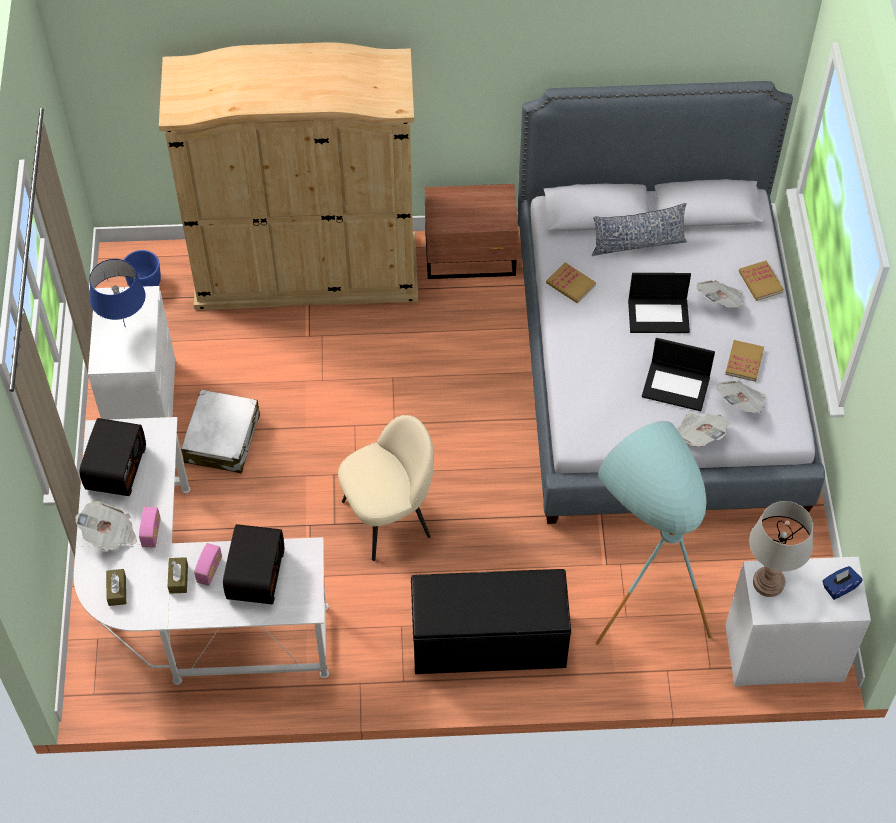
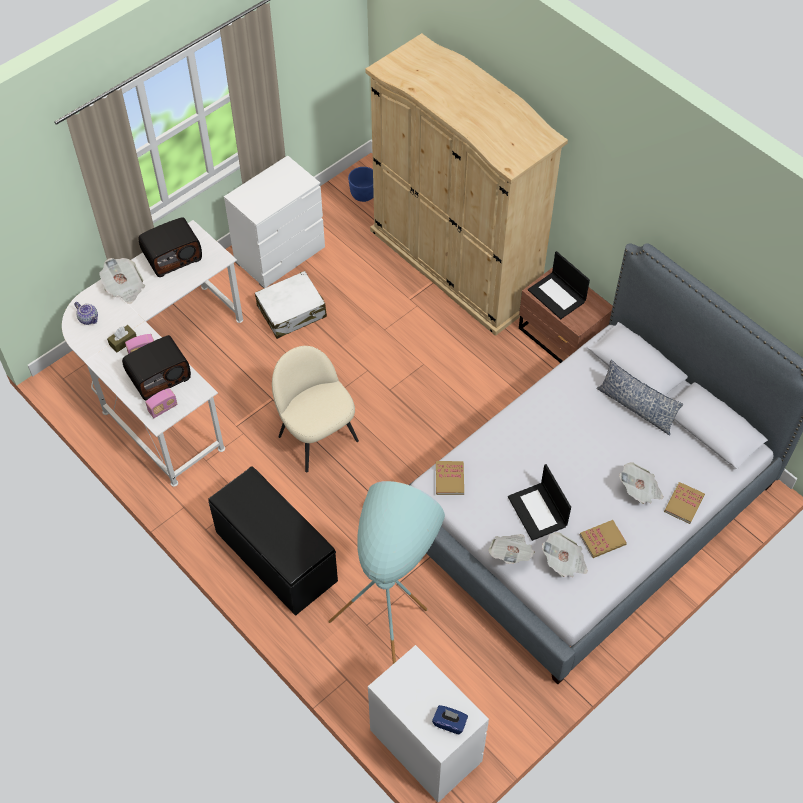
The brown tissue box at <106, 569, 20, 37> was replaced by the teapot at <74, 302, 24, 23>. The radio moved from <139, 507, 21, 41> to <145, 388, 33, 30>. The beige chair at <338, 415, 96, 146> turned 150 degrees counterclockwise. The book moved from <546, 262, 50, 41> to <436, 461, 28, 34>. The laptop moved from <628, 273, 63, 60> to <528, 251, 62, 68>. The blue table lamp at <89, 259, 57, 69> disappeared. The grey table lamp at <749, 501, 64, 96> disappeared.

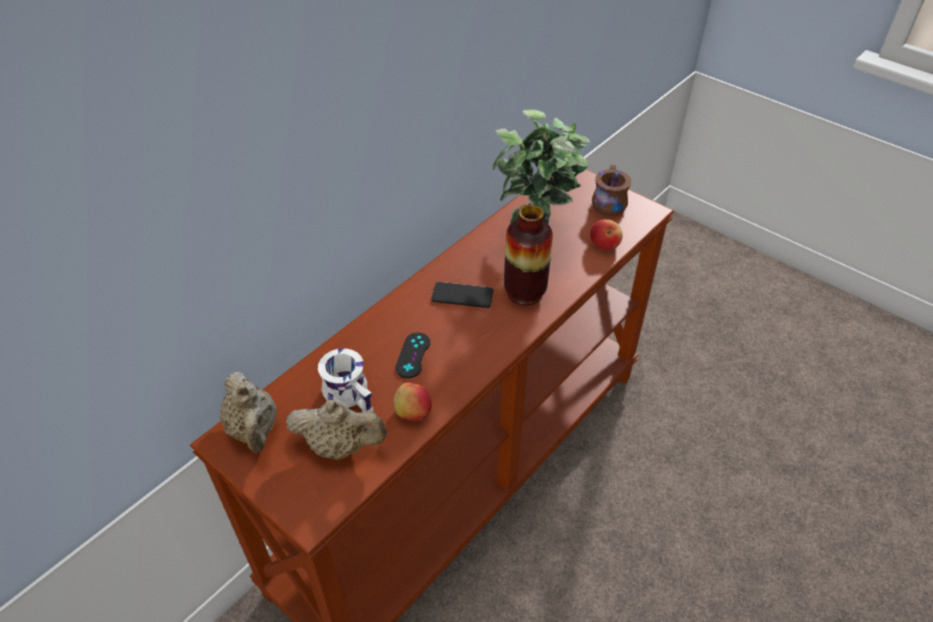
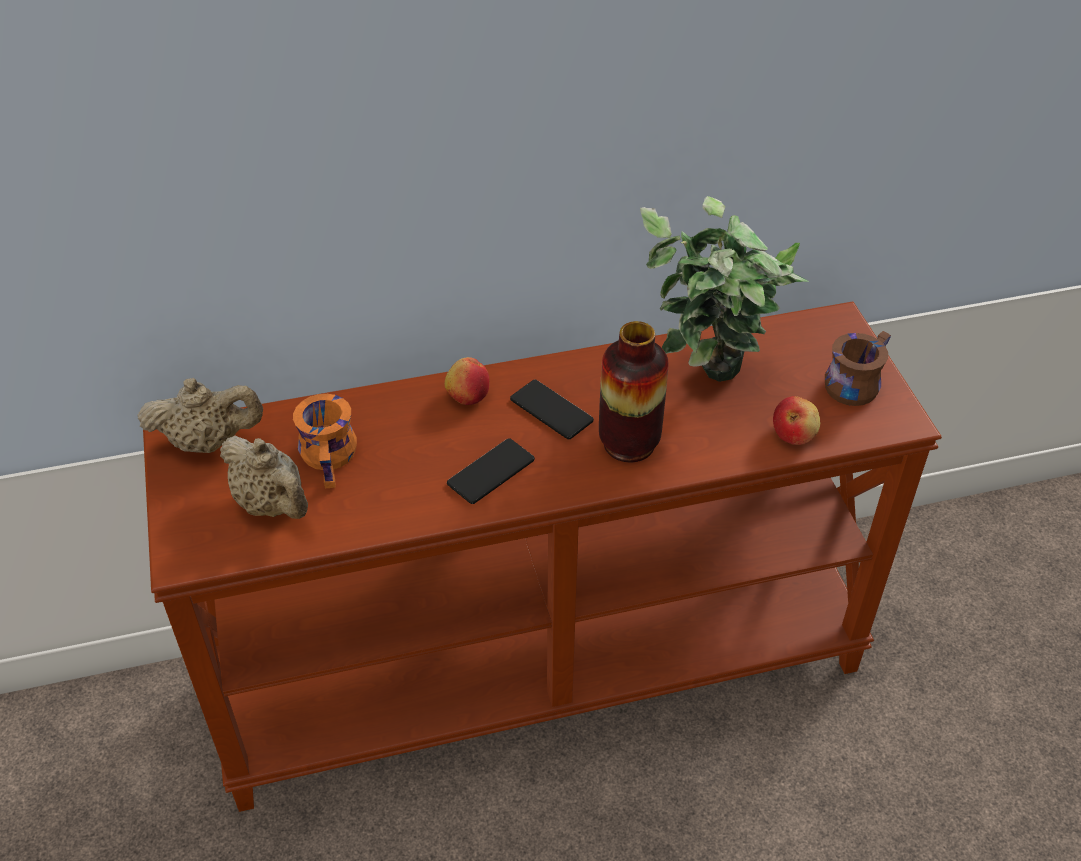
The beige teapot at <219, 371, 58, 82> turned 105 degrees counterclockwise. The white mug at <318, 348, 56, 65> became the orange mug at <293, 394, 64, 94>. The apple moved from <393, 382, 39, 39> to <445, 357, 45, 48>. The phone at <447, 438, 88, 66> appeared. The black game controller at <395, 332, 35, 46> disappeared.

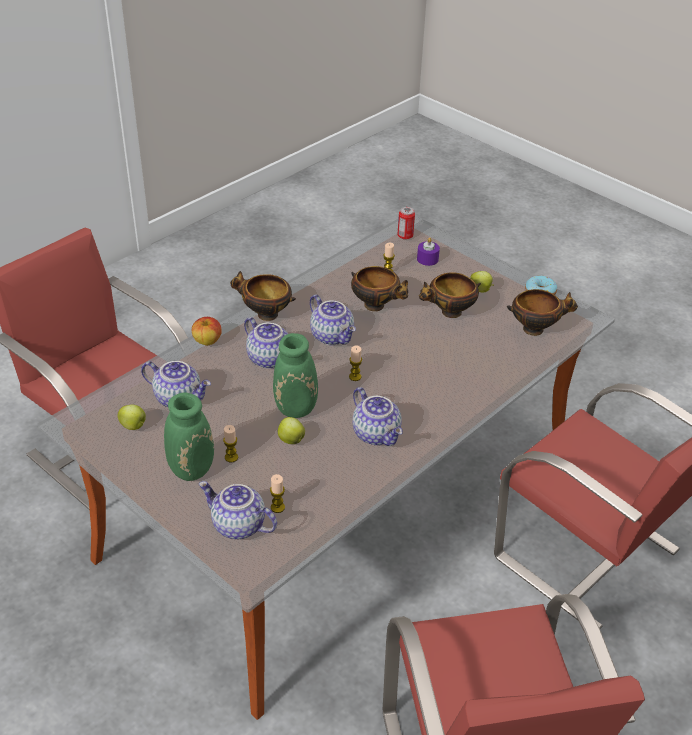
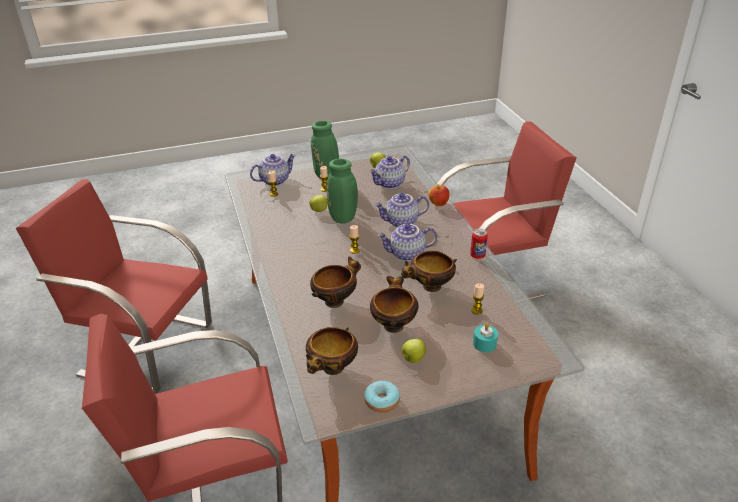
The bowl moved from <230, 271, 66, 50> to <310, 256, 51, 52>. The can moved from <397, 207, 18, 32> to <470, 229, 18, 30>. The purple candle at <417, 237, 23, 29> became the turquoise candle at <473, 323, 25, 29>. The teapot at <353, 387, 50, 59> disappeared.

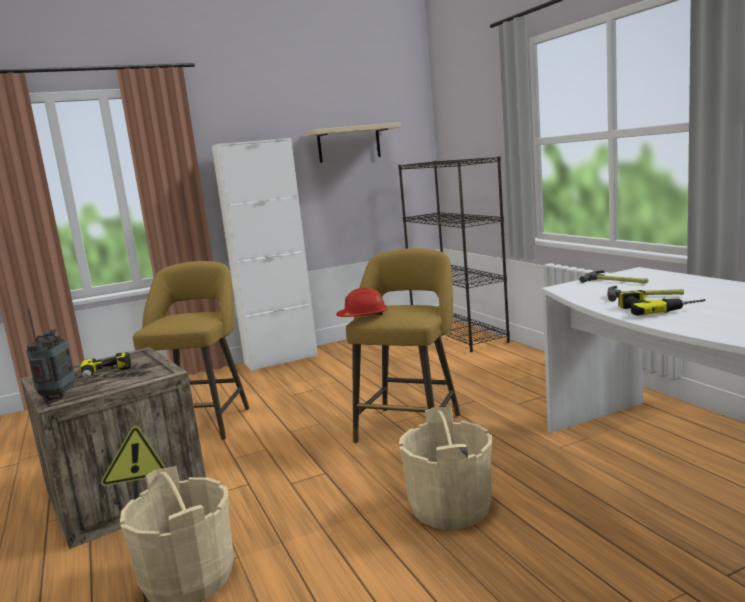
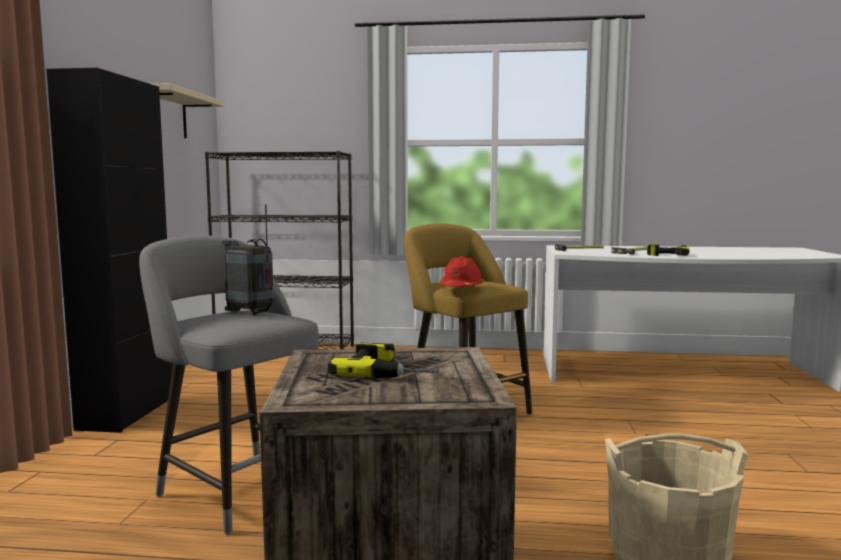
The white cabinet at <212, 138, 106, 233> became the black cabinet at <46, 68, 127, 365>. The yellow stool at <133, 261, 116, 180> became the grey stool at <139, 235, 180, 300>. The radio moved from <26, 308, 49, 92> to <222, 204, 52, 111>. The beige bucket at <399, 407, 93, 122> disappeared.

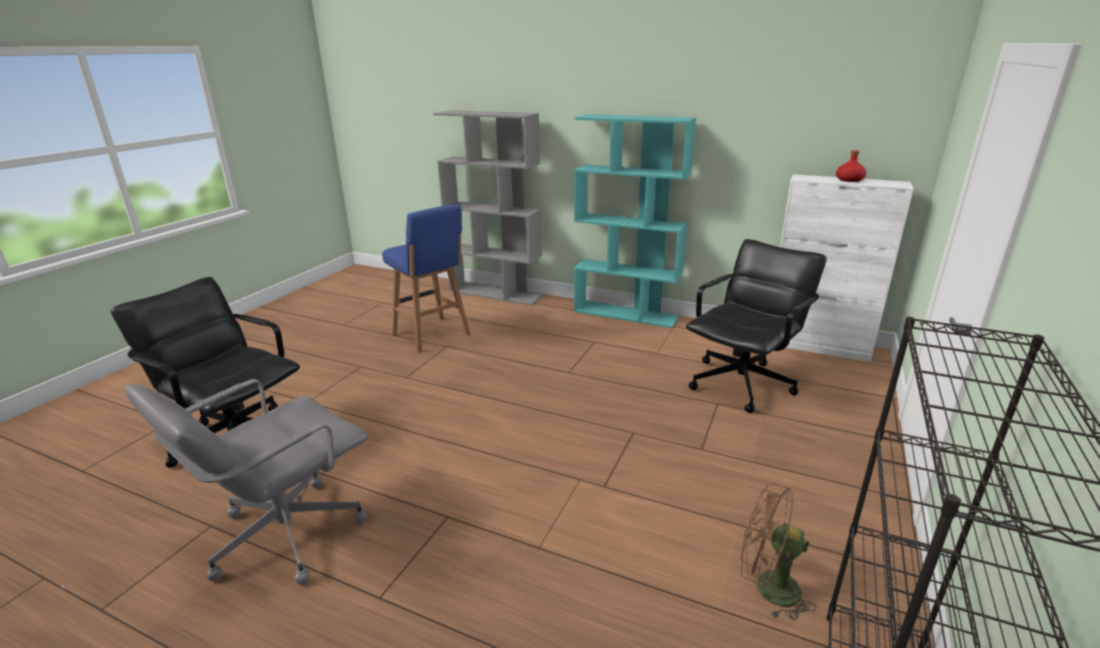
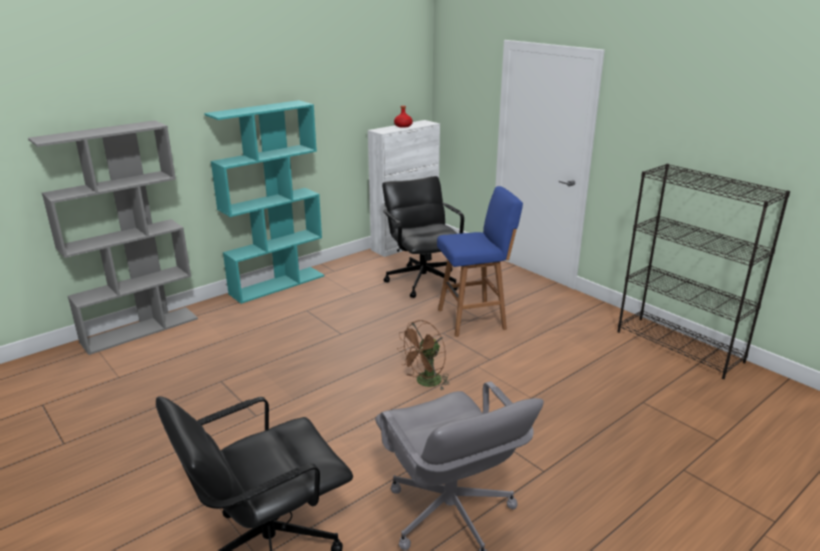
The brown fan moved from <741, 483, 75, 138> to <397, 320, 53, 70>. The blue stool moved from <382, 204, 88, 149> to <437, 186, 86, 151>.

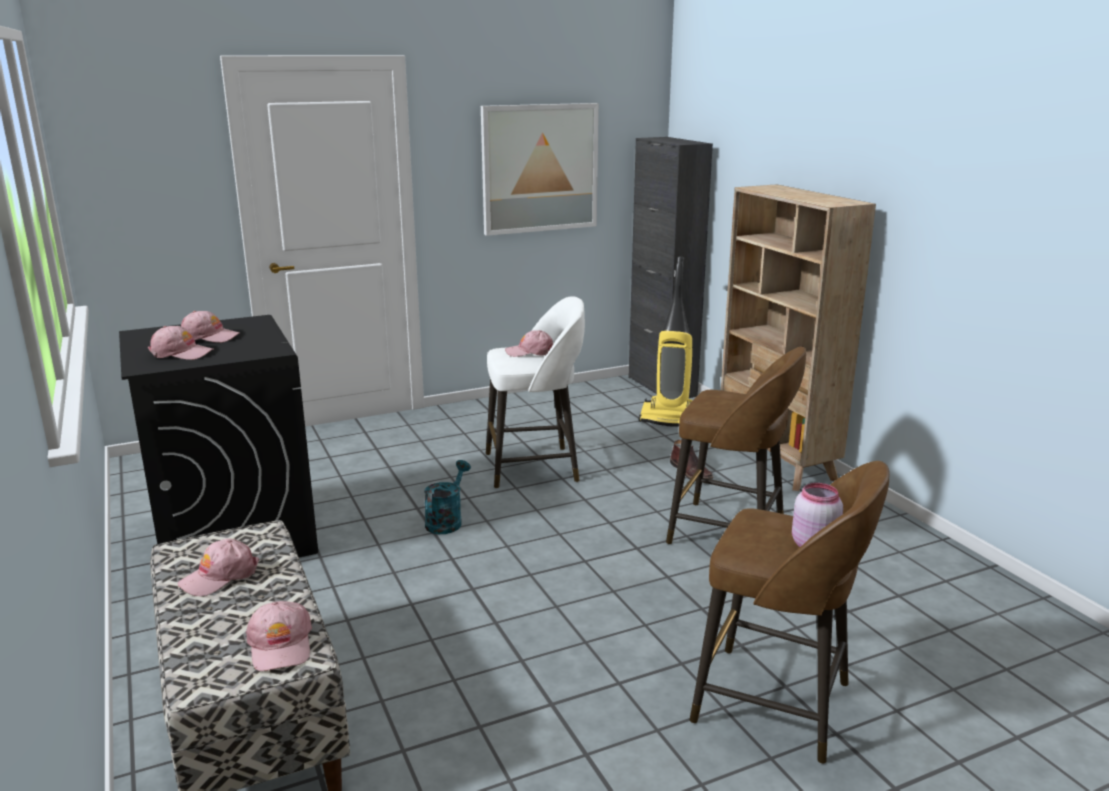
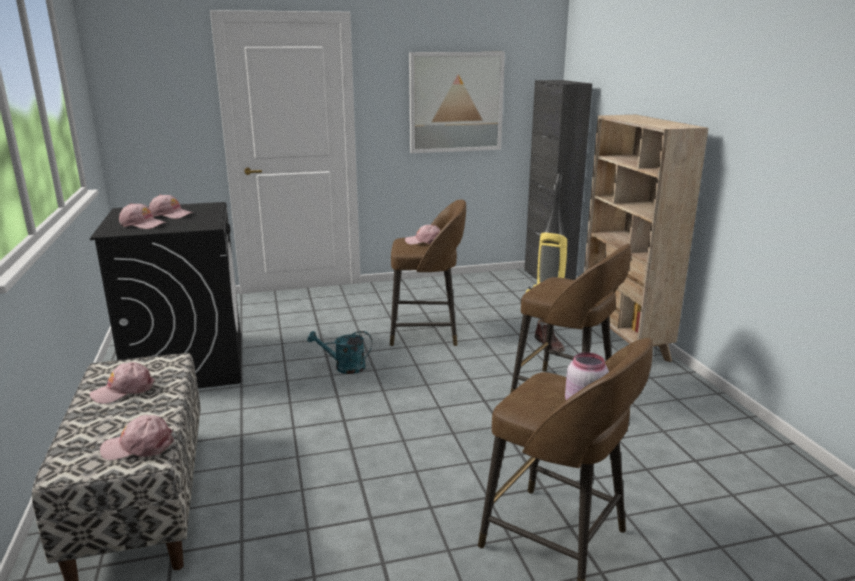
The pink cap at <246, 601, 66, 70> turned 90 degrees clockwise. The turquoise watering can at <424, 460, 47, 74> turned 120 degrees counterclockwise. The white stool at <486, 296, 99, 192> became the brown stool at <390, 199, 76, 147>.

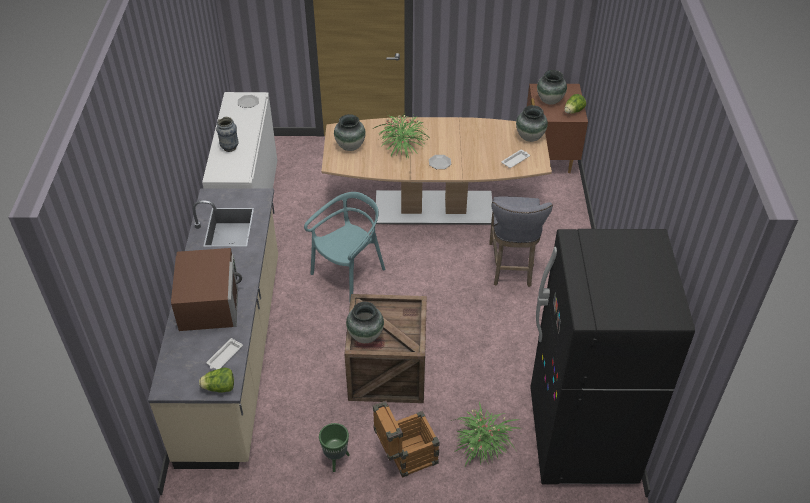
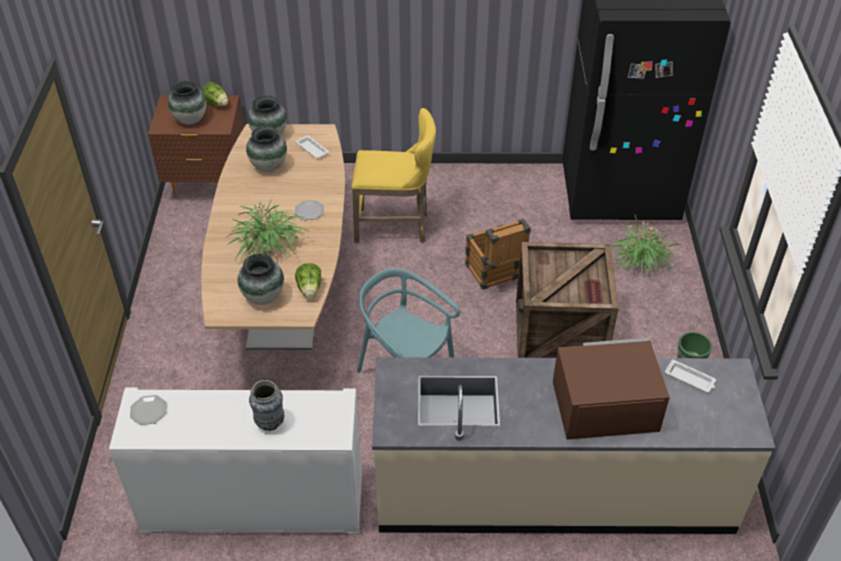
The vase moved from <346, 302, 38, 41> to <246, 126, 41, 46>. The lettuce moved from <199, 368, 35, 25> to <295, 263, 27, 35>. The grey stool at <489, 197, 64, 90> became the yellow stool at <352, 108, 84, 135>. The crate moved from <373, 401, 67, 77> to <465, 218, 66, 72>.

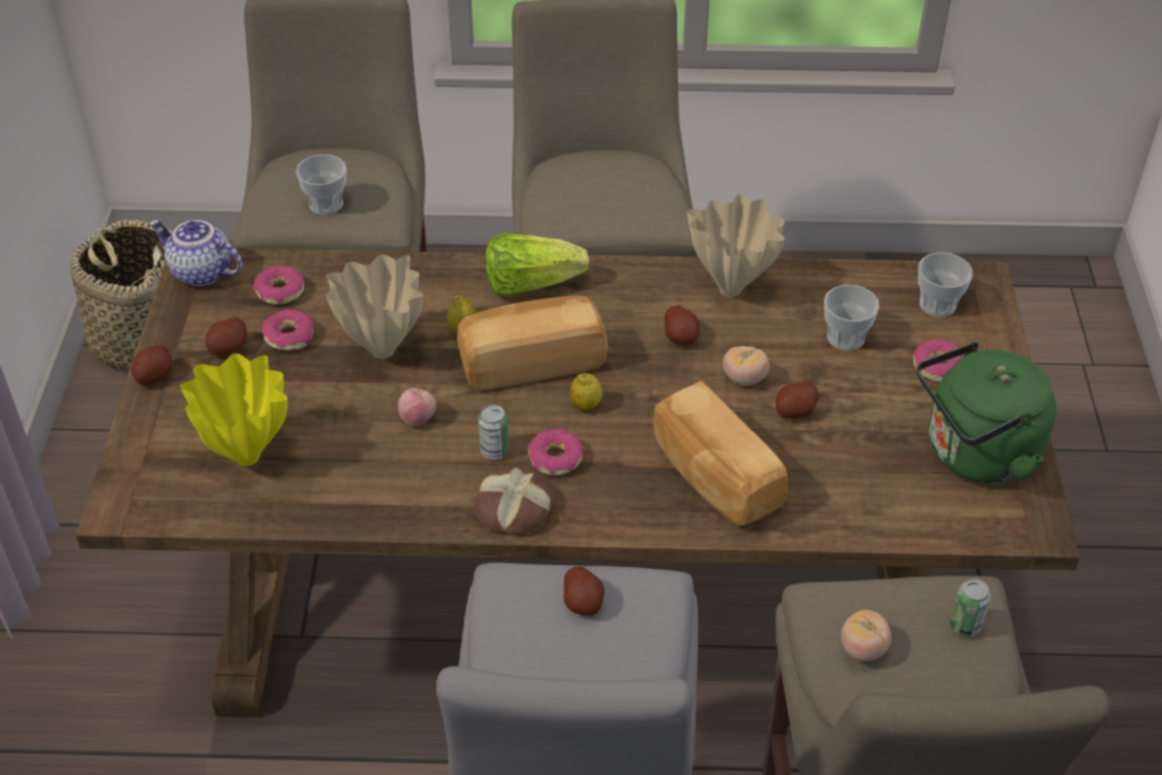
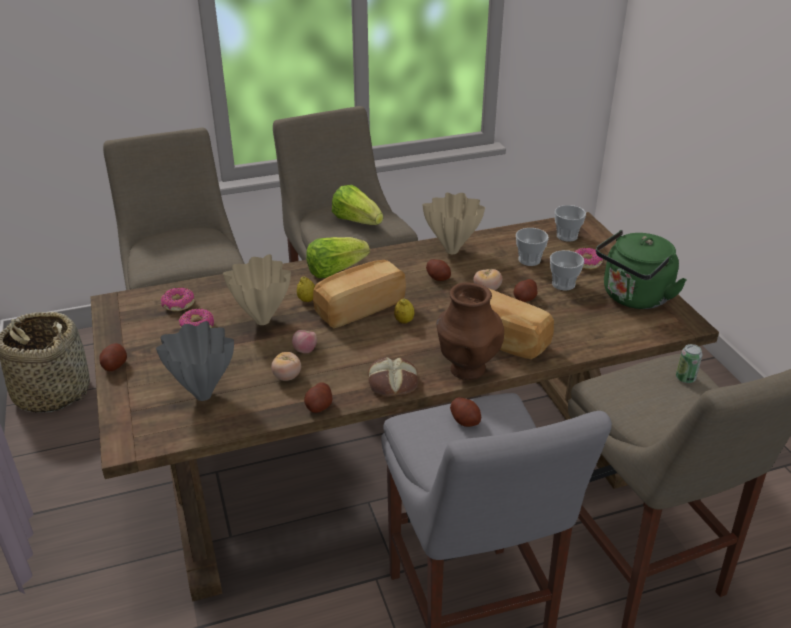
The yellow vase at <180, 353, 107, 113> became the grey vase at <156, 321, 78, 80>. The tomato moved from <841, 610, 51, 51> to <271, 352, 30, 29>. The potato moved from <205, 317, 42, 38> to <304, 382, 28, 31>. The lettuce at <332, 185, 51, 40> appeared. The brown vase at <436, 283, 68, 97> appeared. The cup moved from <296, 154, 51, 61> to <550, 250, 34, 41>. The teapot at <149, 220, 94, 66> disappeared. The can at <478, 405, 31, 55> disappeared. The donut at <528, 429, 55, 46> disappeared.

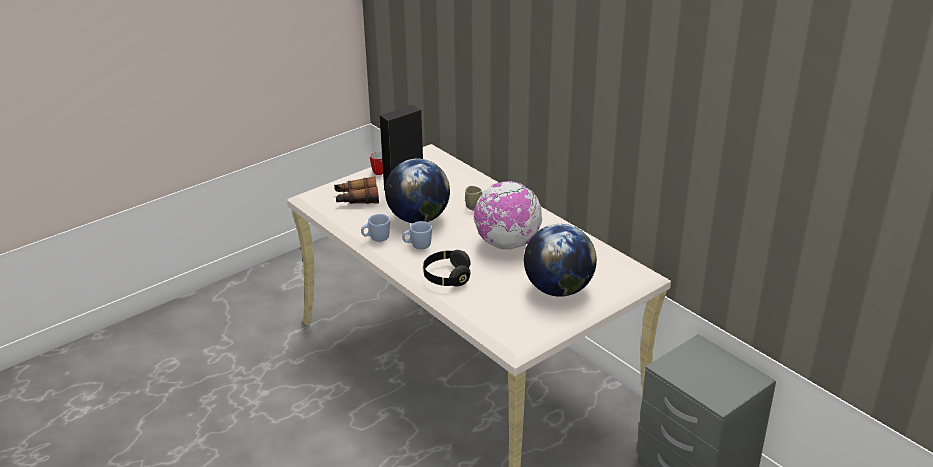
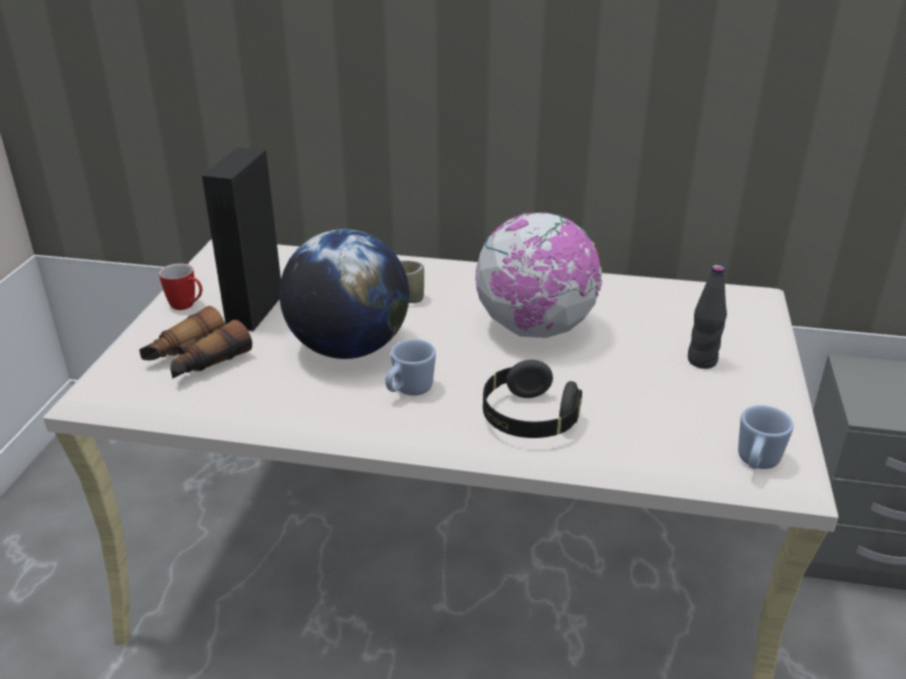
The globe at <524, 224, 73, 73> was replaced by the black bottle at <688, 265, 39, 104>. The blue mug moved from <361, 214, 29, 28> to <738, 405, 56, 64>.

